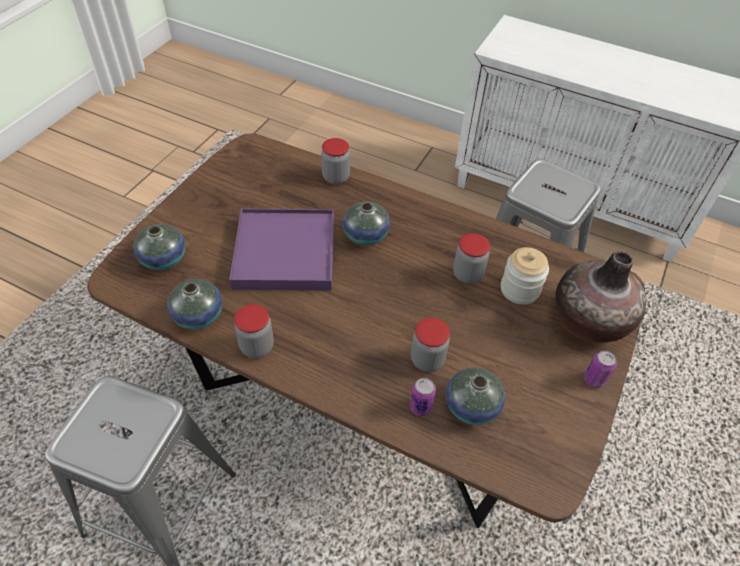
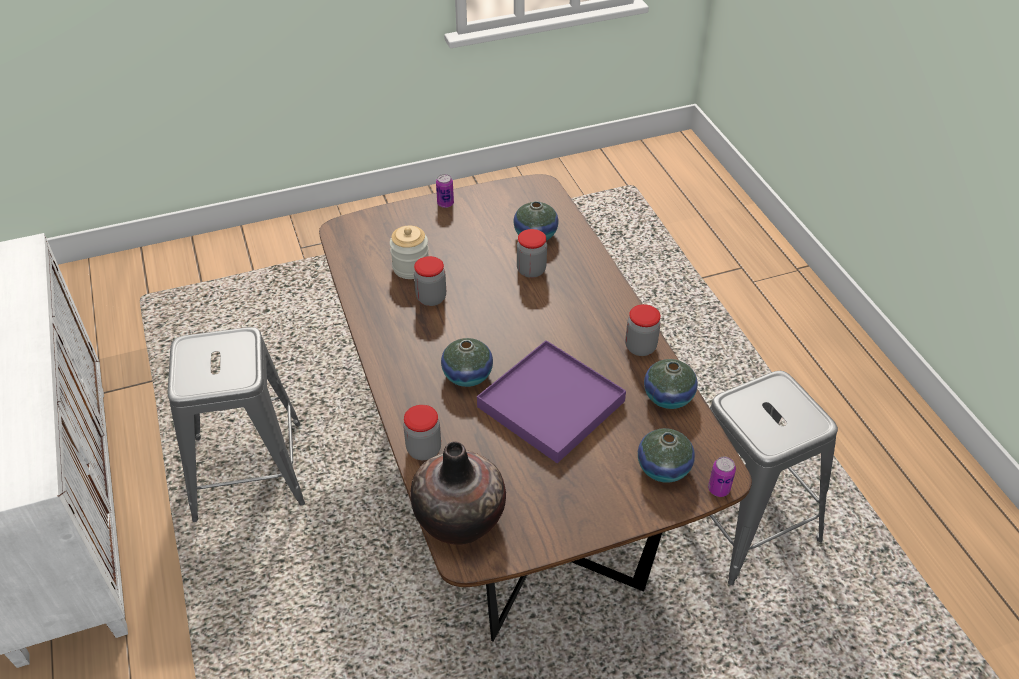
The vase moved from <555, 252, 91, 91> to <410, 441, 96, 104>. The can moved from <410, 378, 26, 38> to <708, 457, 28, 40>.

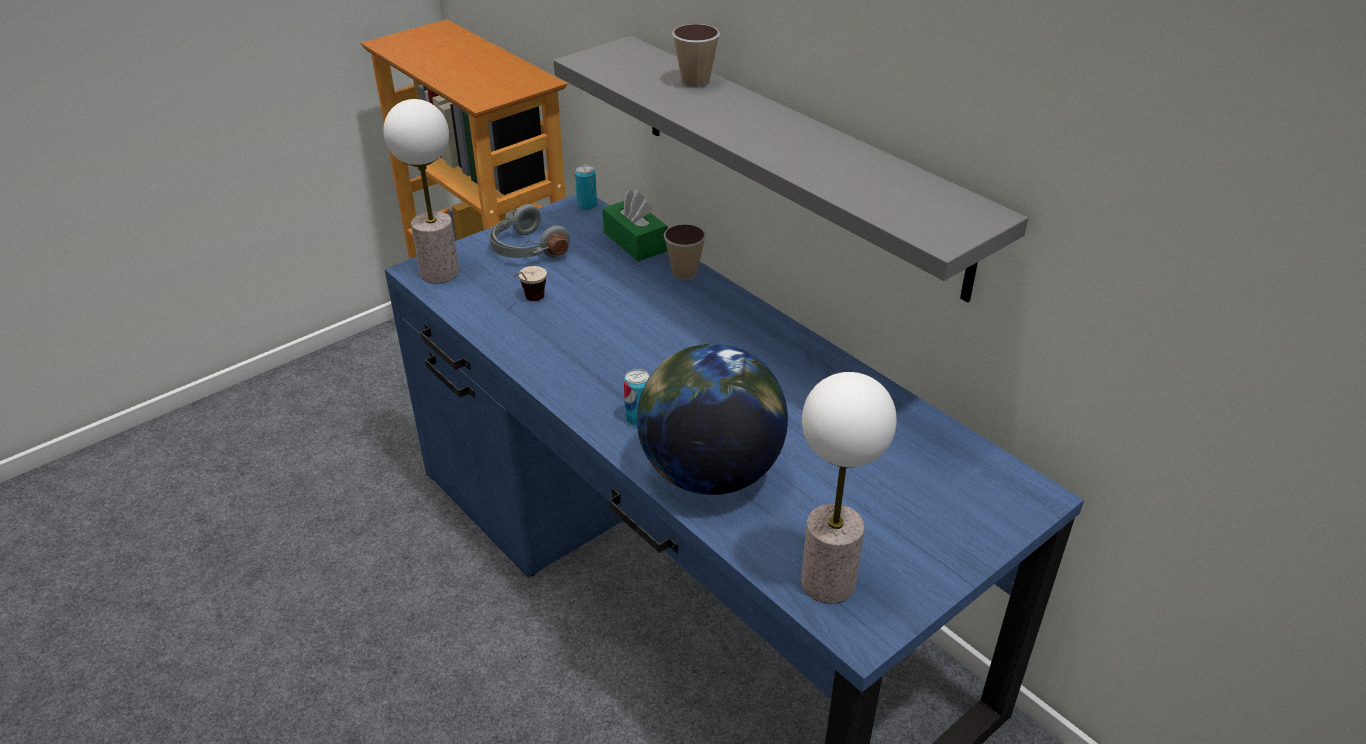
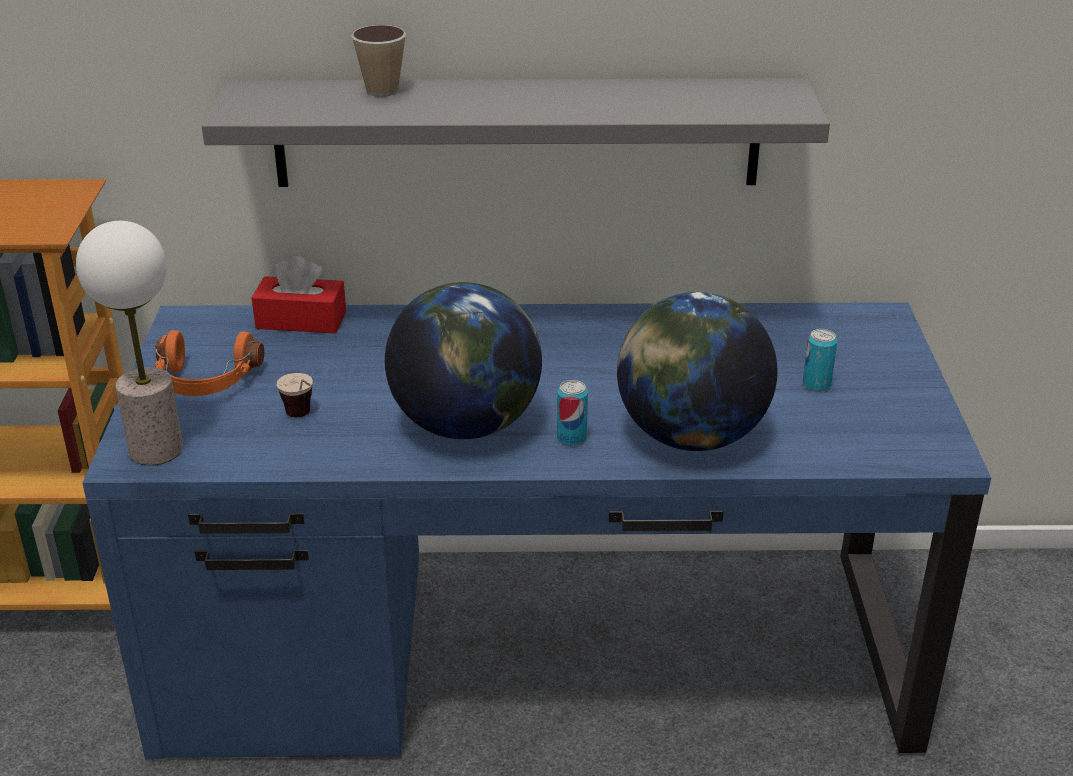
The grey headphones at <489, 204, 81, 54> became the orange headphones at <155, 330, 109, 66>. The green tissue box at <602, 190, 66, 71> became the red tissue box at <252, 256, 94, 78>. The globe at <385, 282, 157, 157> appeared. The can moved from <575, 165, 22, 46> to <803, 329, 34, 63>. The cup at <664, 224, 42, 56> disappeared. The table lamp at <801, 372, 96, 232> disappeared.

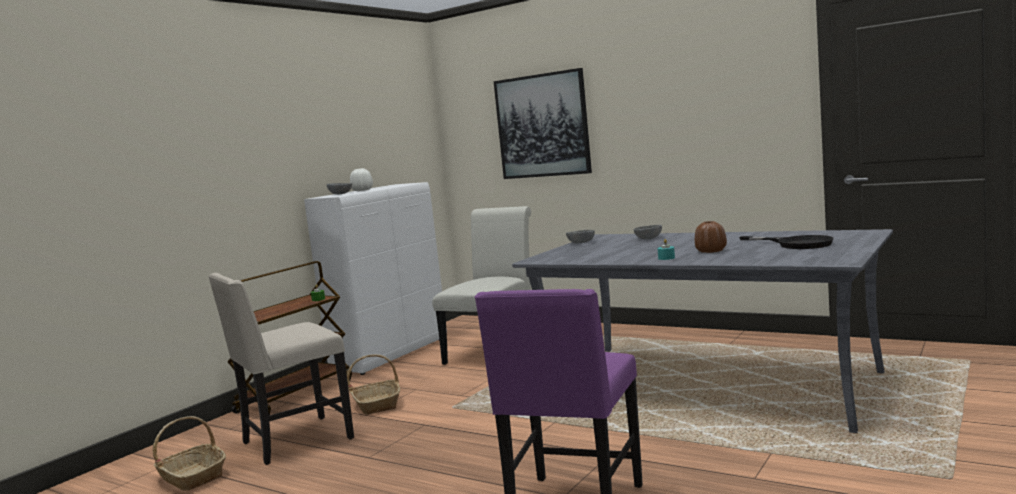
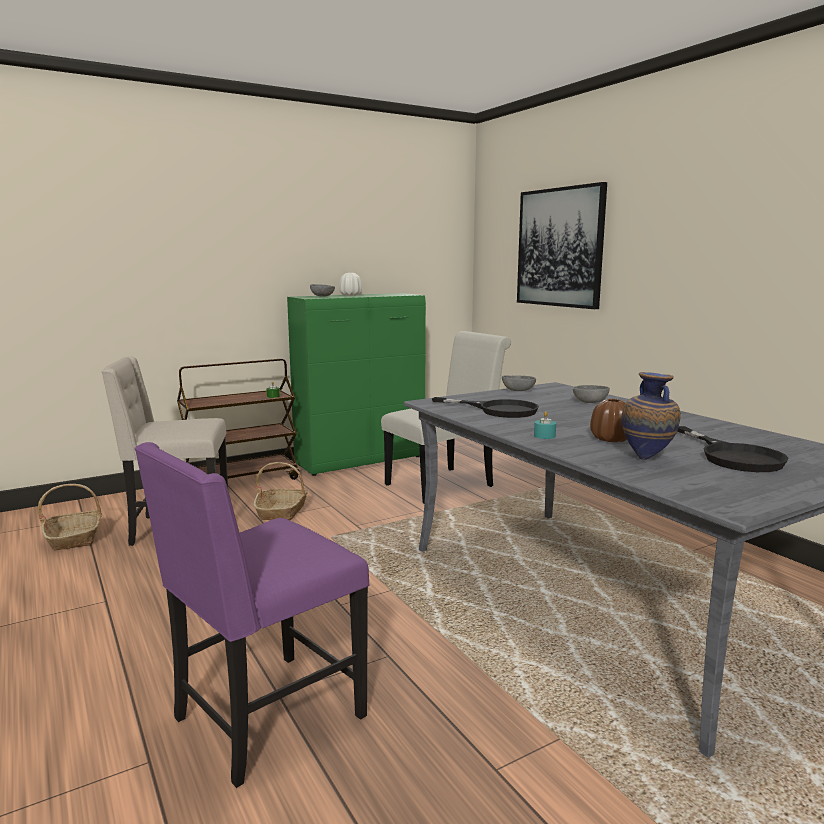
The white cabinet at <304, 182, 143, 193> became the green cabinet at <287, 293, 139, 183>. The black frying pan at <432, 397, 107, 21> appeared. The vase at <622, 372, 59, 88> appeared.

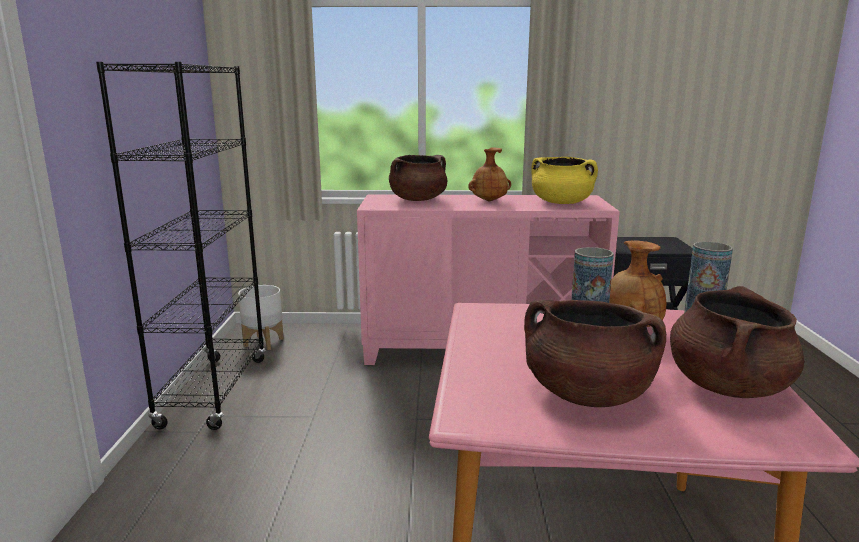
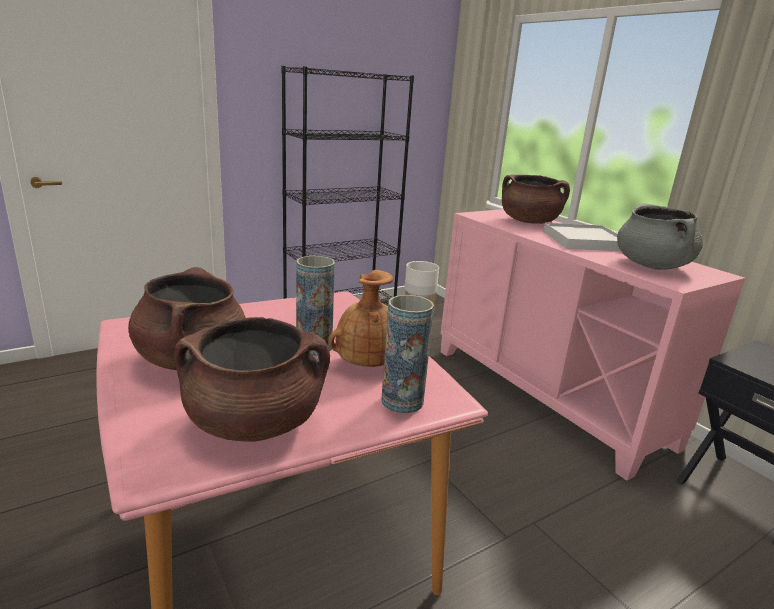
The brown vase at <468, 147, 43, 55> was replaced by the white tray at <543, 223, 78, 28>. The yellow cooking pot at <531, 157, 67, 47> became the grey cooking pot at <617, 203, 86, 67>.

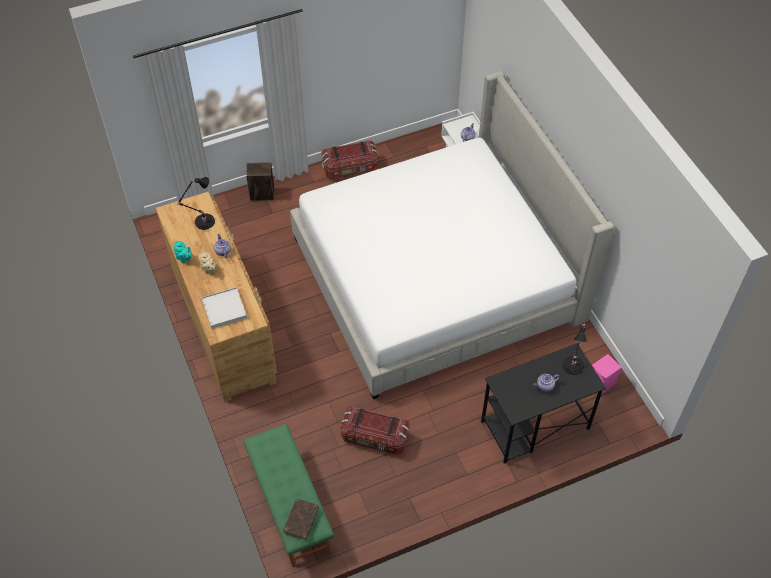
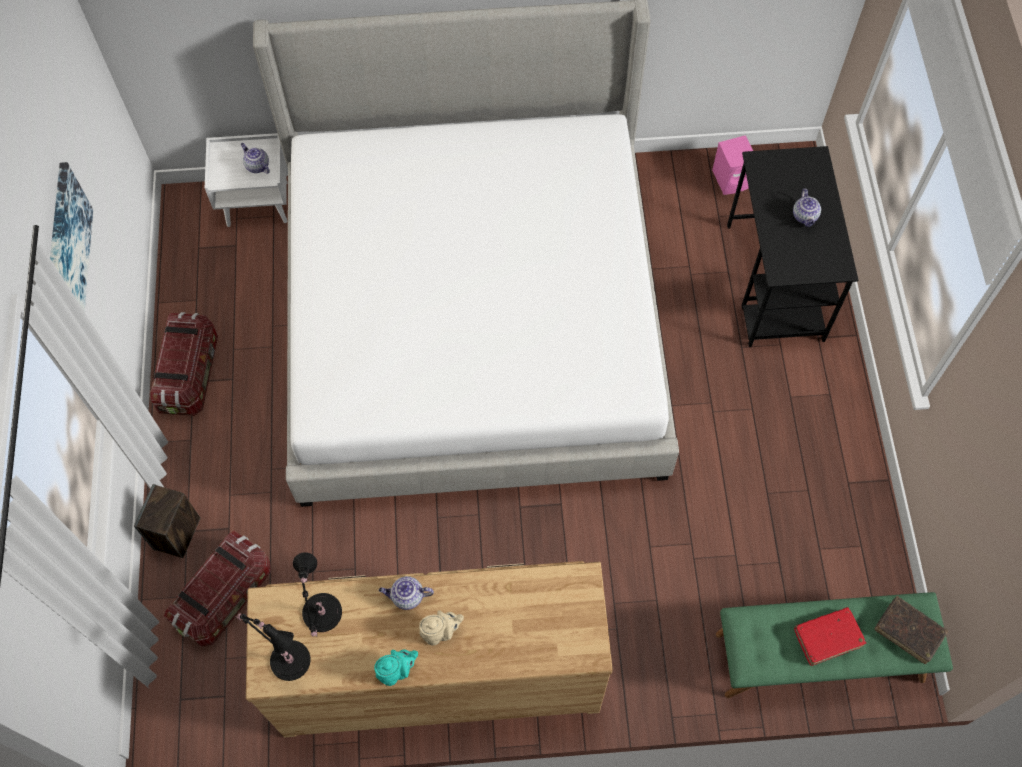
The picture at <50, 162, 43, 150> appeared. The storage box moved from <341, 406, 69, 49> to <164, 531, 107, 116>. The black table lamp moved from <563, 321, 24, 54> to <235, 613, 76, 68>. The red book at <794, 607, 72, 59> appeared. The white tray at <201, 287, 46, 42> disappeared.

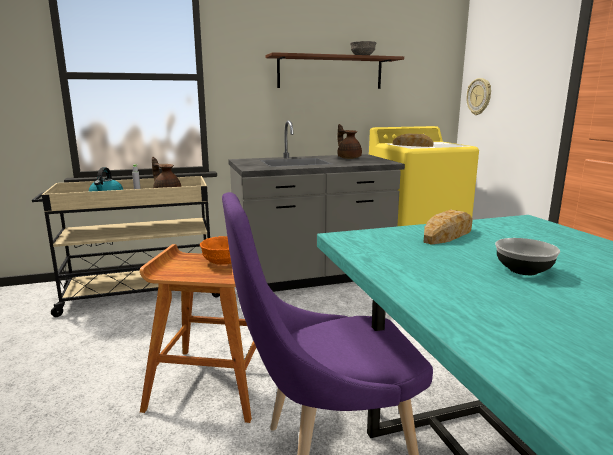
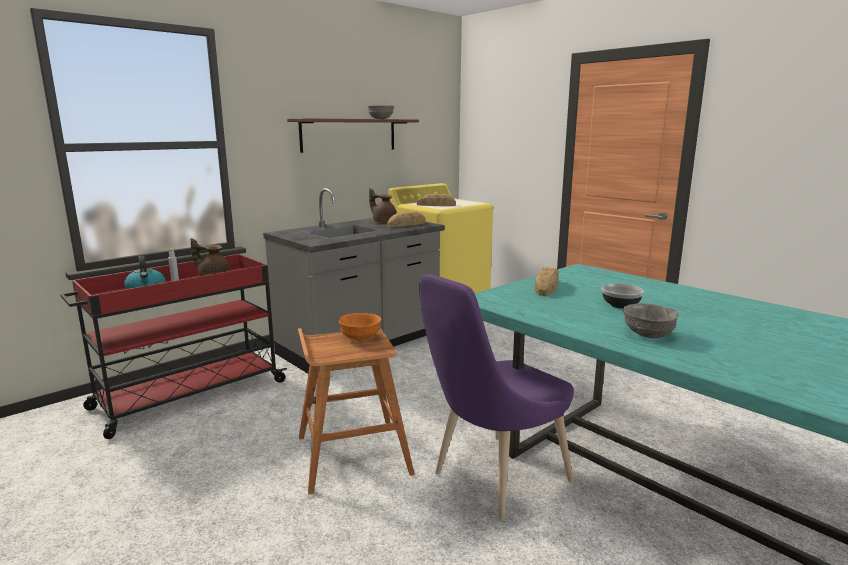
The beige cart at <32, 176, 188, 141> became the red cart at <60, 254, 227, 185>. The bread at <387, 211, 38, 16> appeared. The grey bowl at <623, 303, 56, 35> appeared. The wall clock at <467, 78, 24, 37> disappeared.

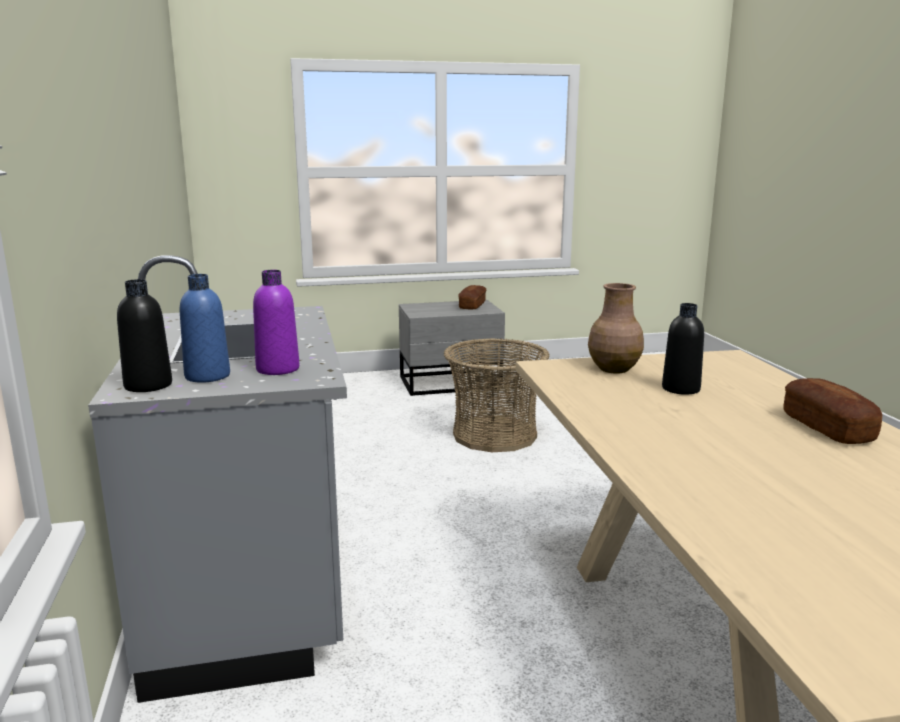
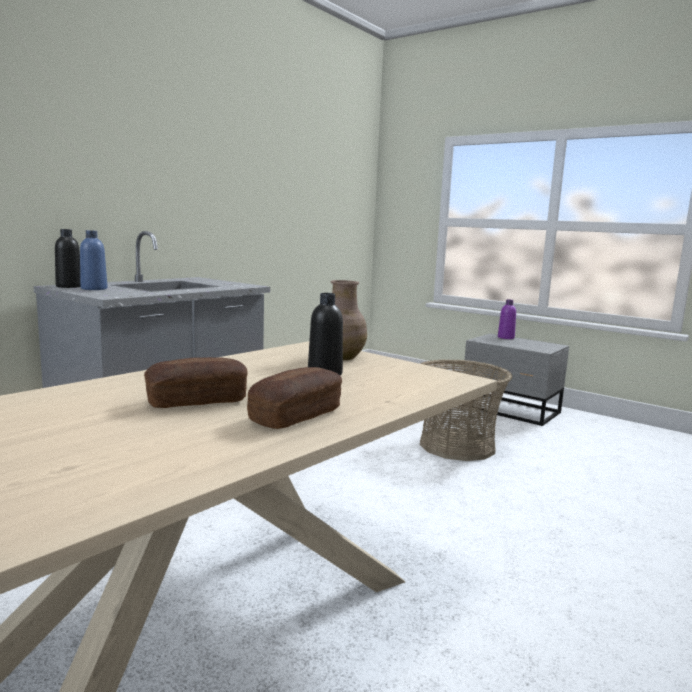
The bread moved from <458, 285, 28, 24> to <144, 357, 104, 51>. The purple bottle moved from <253, 270, 47, 105> to <498, 299, 18, 40>.

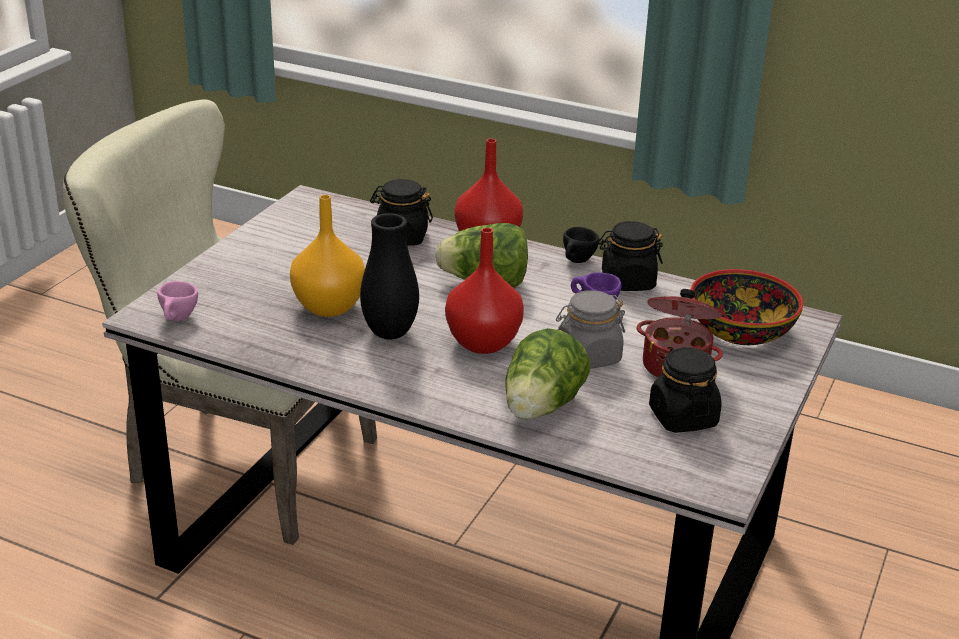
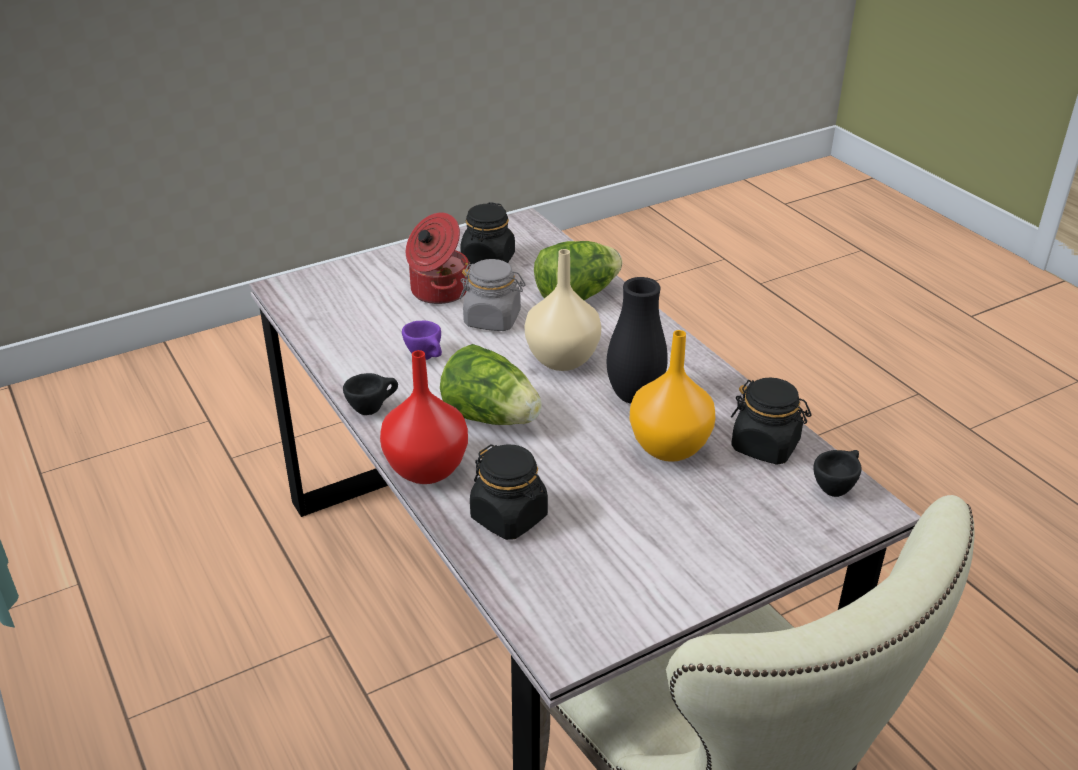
The red vase at <445, 228, 79, 126> became the beige vase at <524, 249, 77, 122>. The black jar moved from <598, 221, 65, 70> to <731, 377, 80, 87>. The pink cup at <157, 281, 41, 40> became the black cup at <813, 450, 49, 47>. The bowl at <690, 269, 113, 76> disappeared.

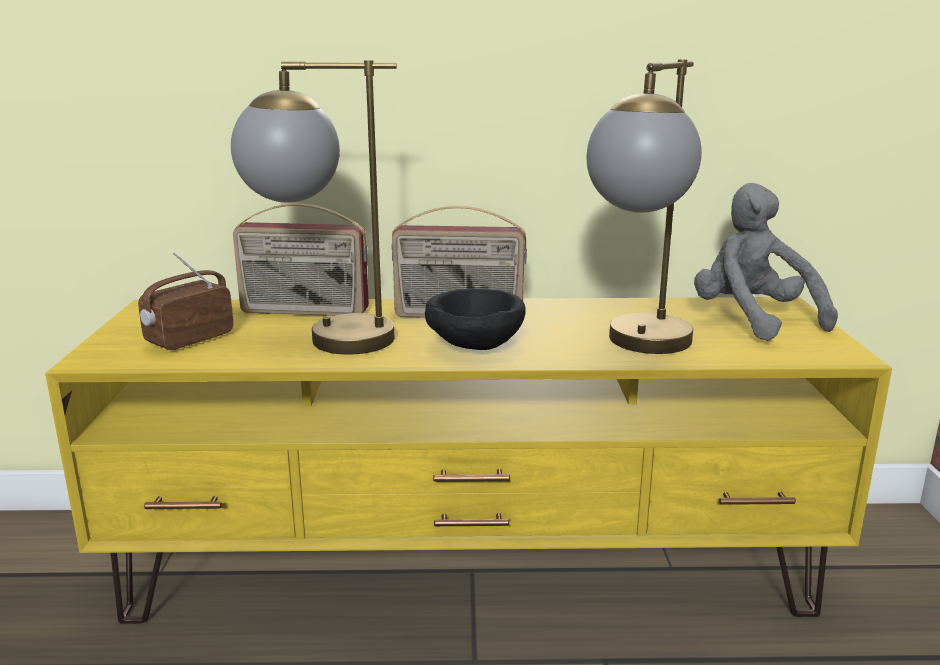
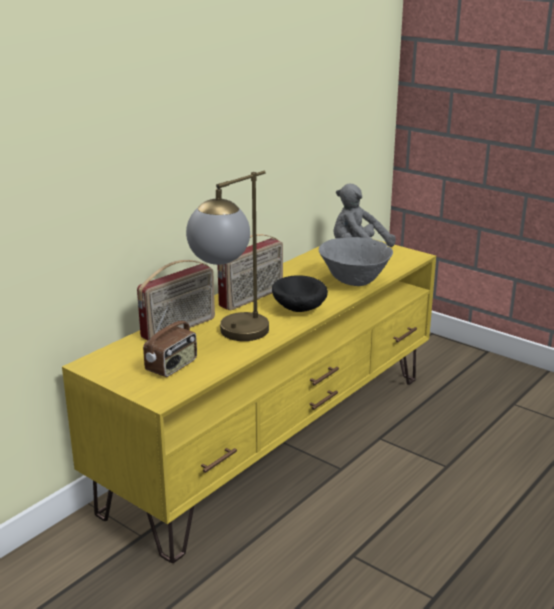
The radio at <138, 252, 95, 99> turned 135 degrees counterclockwise. The table lamp at <587, 59, 115, 295> was replaced by the grey bowl at <319, 237, 74, 49>.

